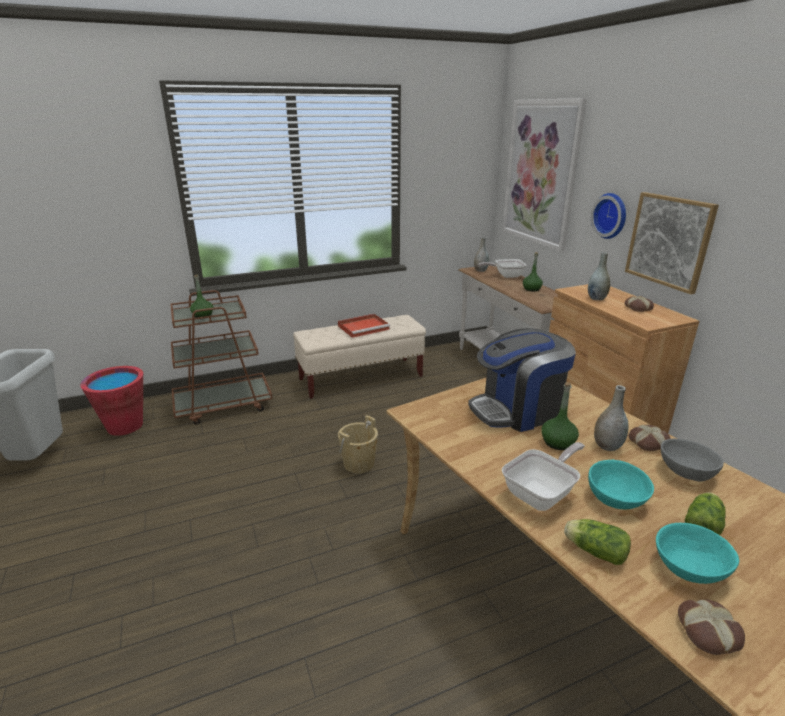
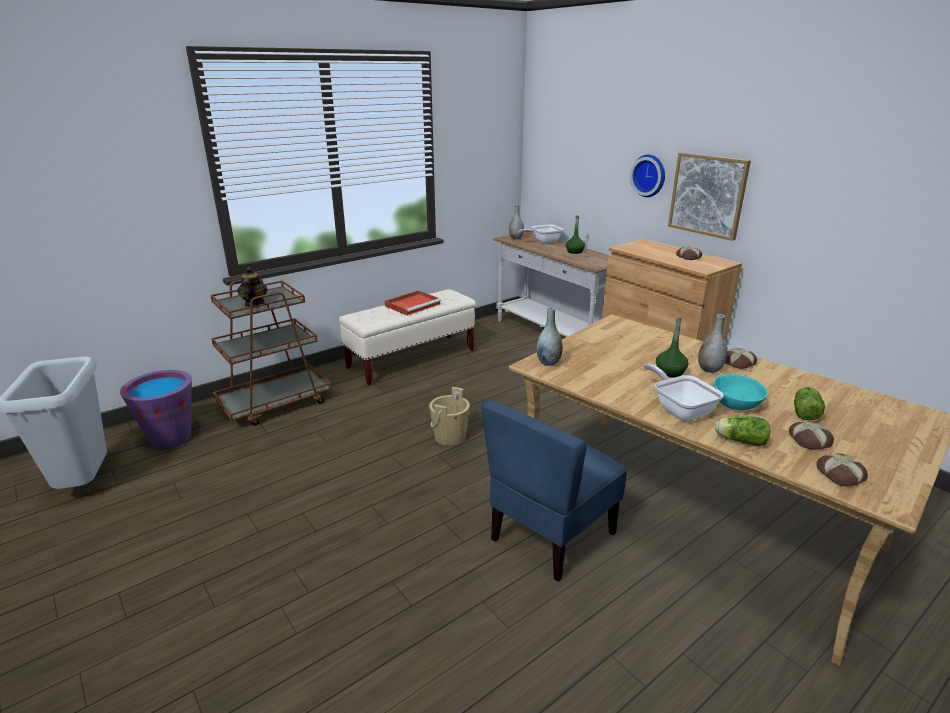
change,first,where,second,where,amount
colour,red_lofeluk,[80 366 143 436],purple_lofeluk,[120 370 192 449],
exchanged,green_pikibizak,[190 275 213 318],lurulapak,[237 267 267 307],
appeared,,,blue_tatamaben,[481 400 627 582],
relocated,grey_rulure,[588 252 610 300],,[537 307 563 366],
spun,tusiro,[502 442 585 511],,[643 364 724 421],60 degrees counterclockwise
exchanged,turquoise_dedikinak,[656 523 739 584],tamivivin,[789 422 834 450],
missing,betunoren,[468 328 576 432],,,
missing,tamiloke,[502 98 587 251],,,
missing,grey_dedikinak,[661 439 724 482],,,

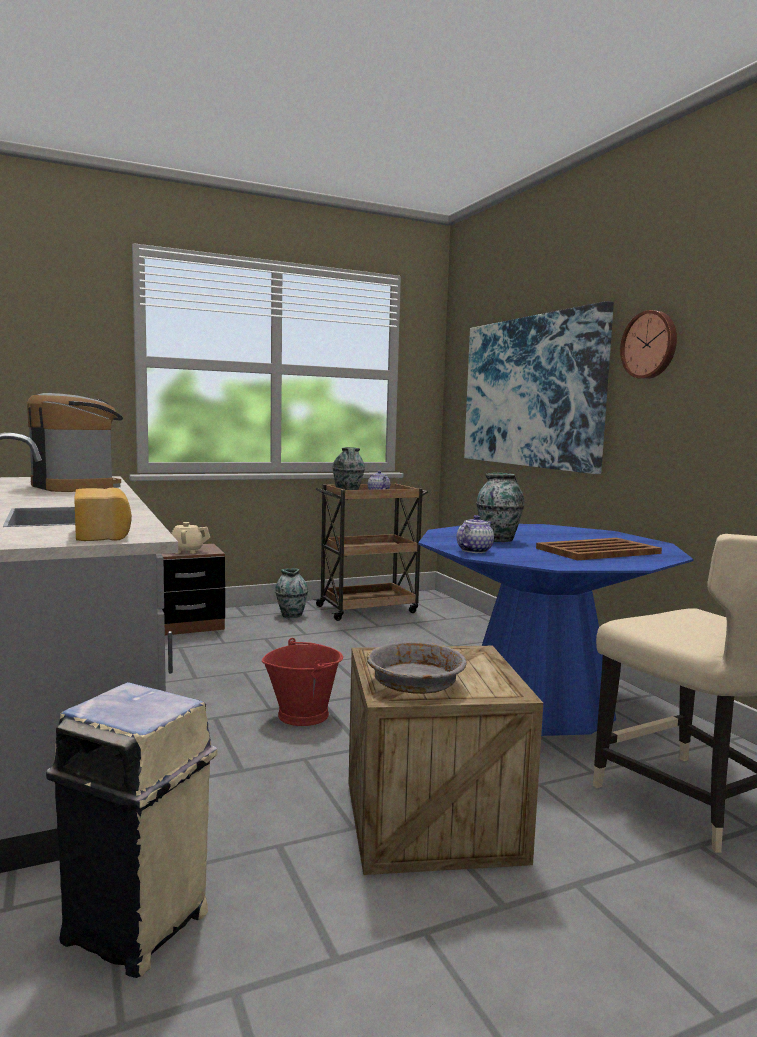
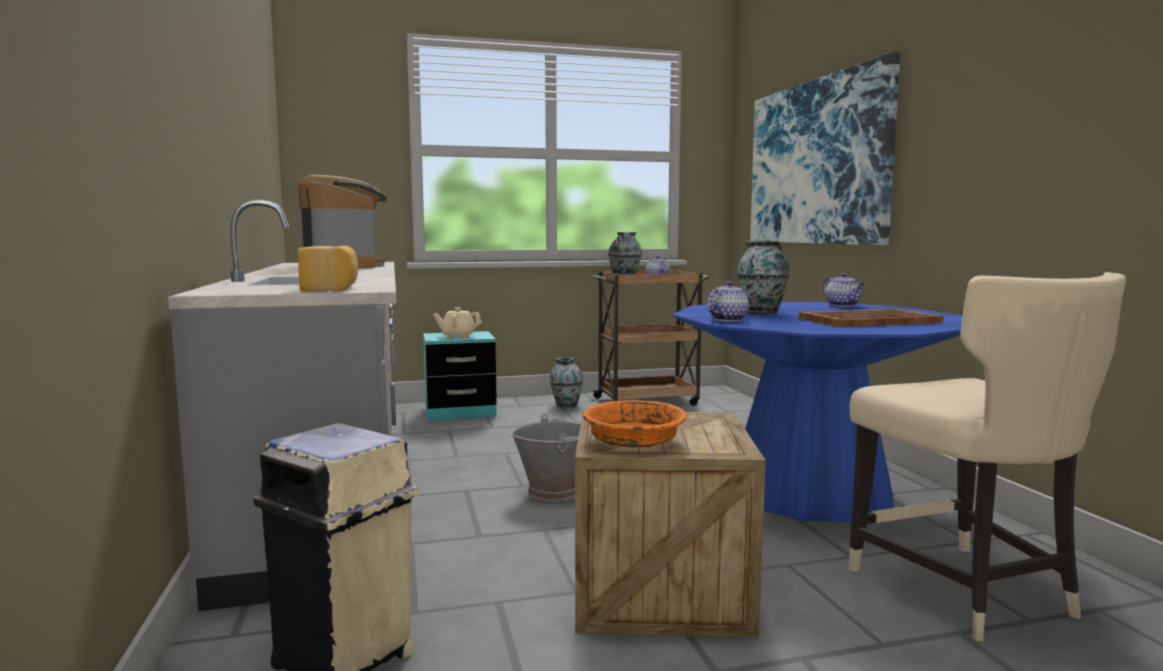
change,first,where,second,where,amount
colour,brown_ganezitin,[161 544 225 635],turquoise_ganezitin,[423 331 497 420],
colour,red_lofeluk,[262 638 343 726],grey_lofeluk,[510 414 581 501],
colour,grey_dedikinak,[367 642 467 694],orange_dedikinak,[583 400 687 447],
appeared,,,lurulapak,[823 273 865 307],
missing,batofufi,[620 310 677 379],,,

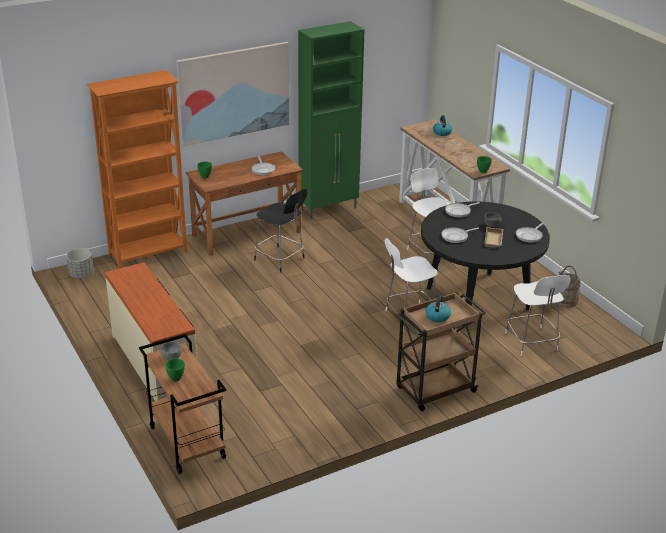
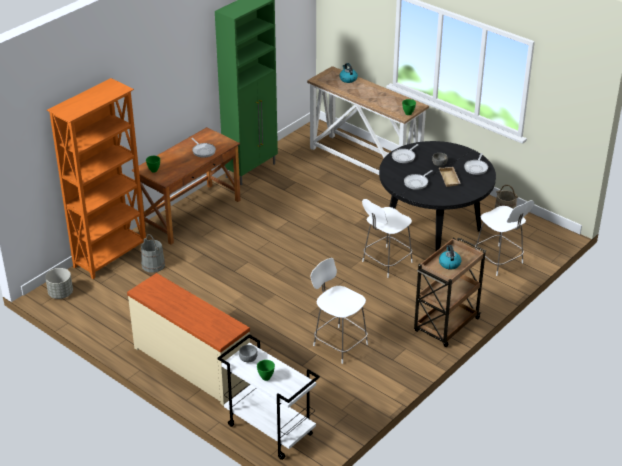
change,first,where,second,where,amount
appeared,,,grey_lofeluk,[141 234 165 273],
colour,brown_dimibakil,[139 334 226 474],white_dimibakil,[217 335 320 460],
relocated,white_tatamaben,[407 168 449 260],,[311 258 368 364],
missing,tamiloke,[176 42 289 146],,,
missing,black_tatamaben,[254 189 307 272],,,

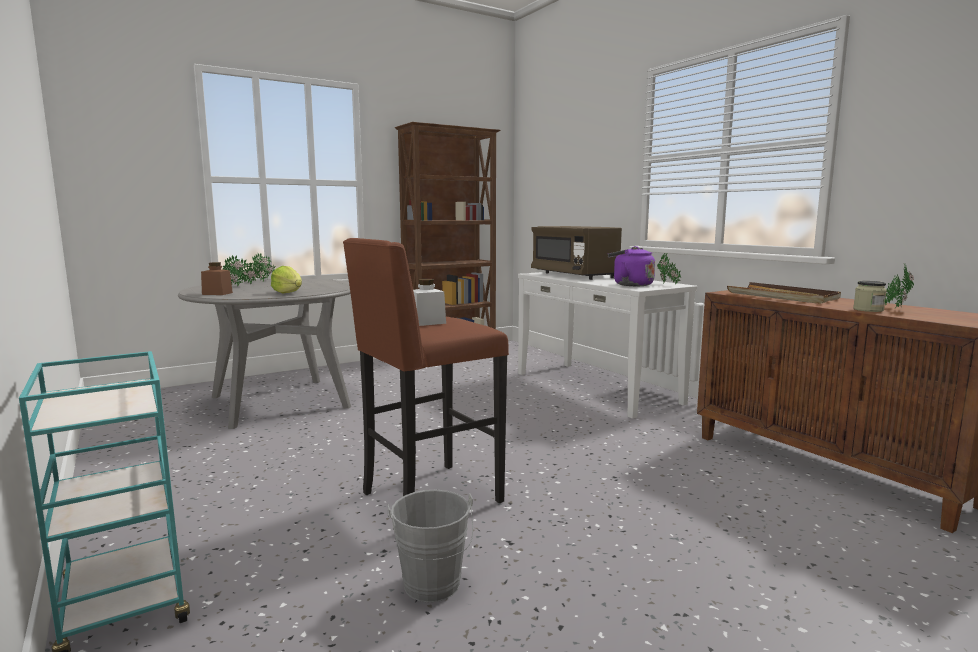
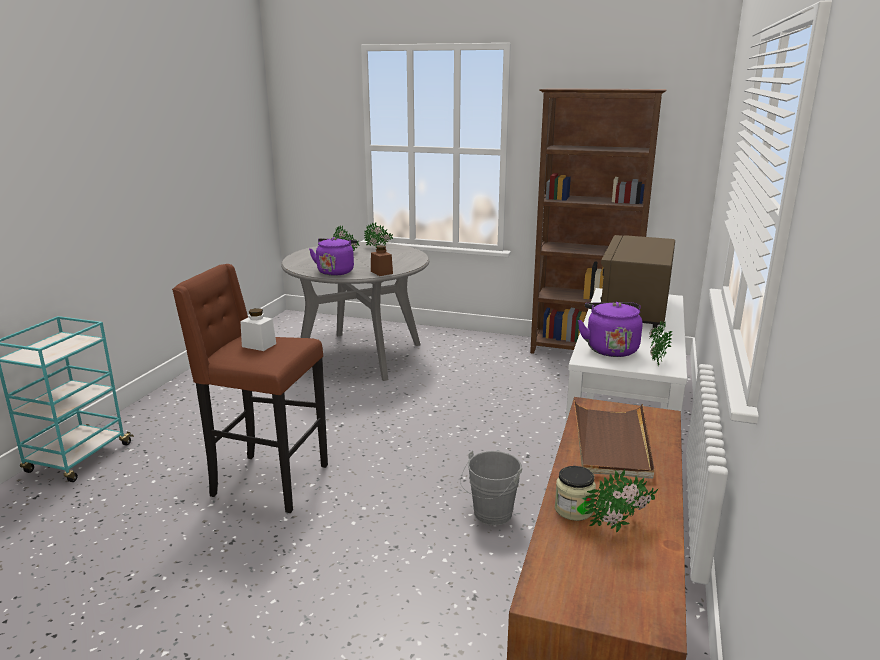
change,first,where,second,where,amount
exchanged,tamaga,[271 266 302 293],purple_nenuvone,[309 237 357 276],
relocated,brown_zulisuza,[201 262 233 295],,[371 245 393 276],
relocated,grey_lofeluk,[387 490 473 602],,[460 450 522 526],

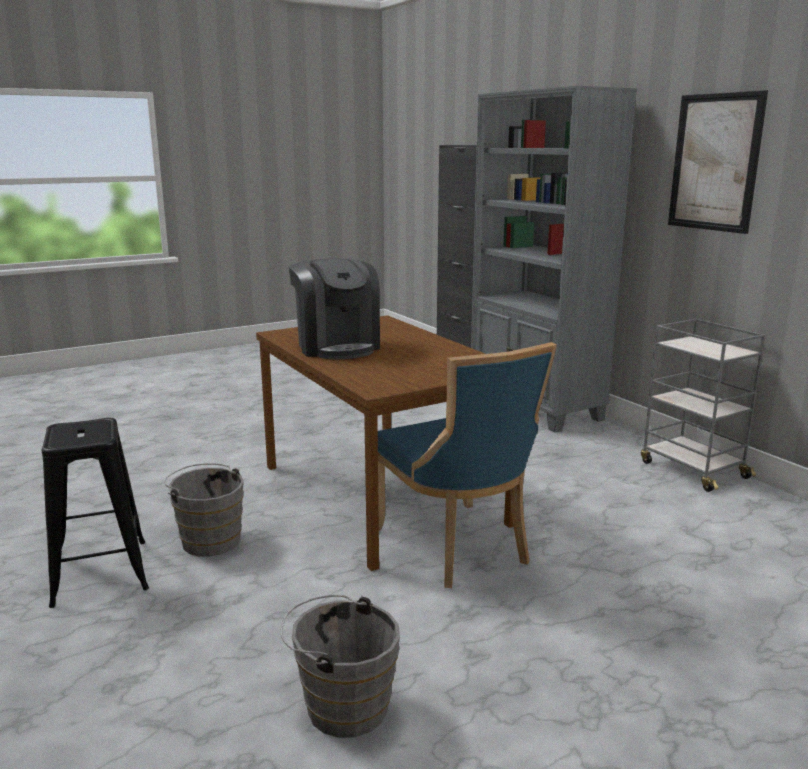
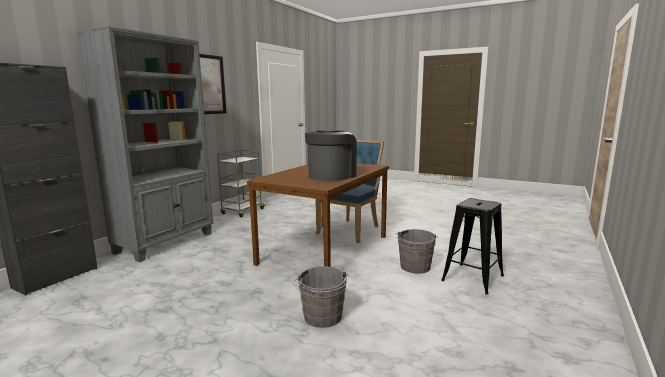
change,first,where,second,where,amount
relocated,grey_lofeluk,[280 595 400 738],,[295 266 349 328],

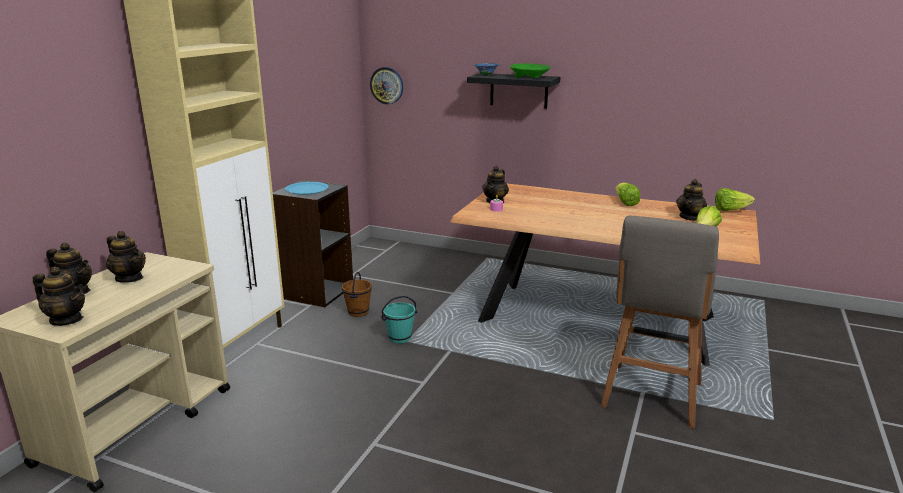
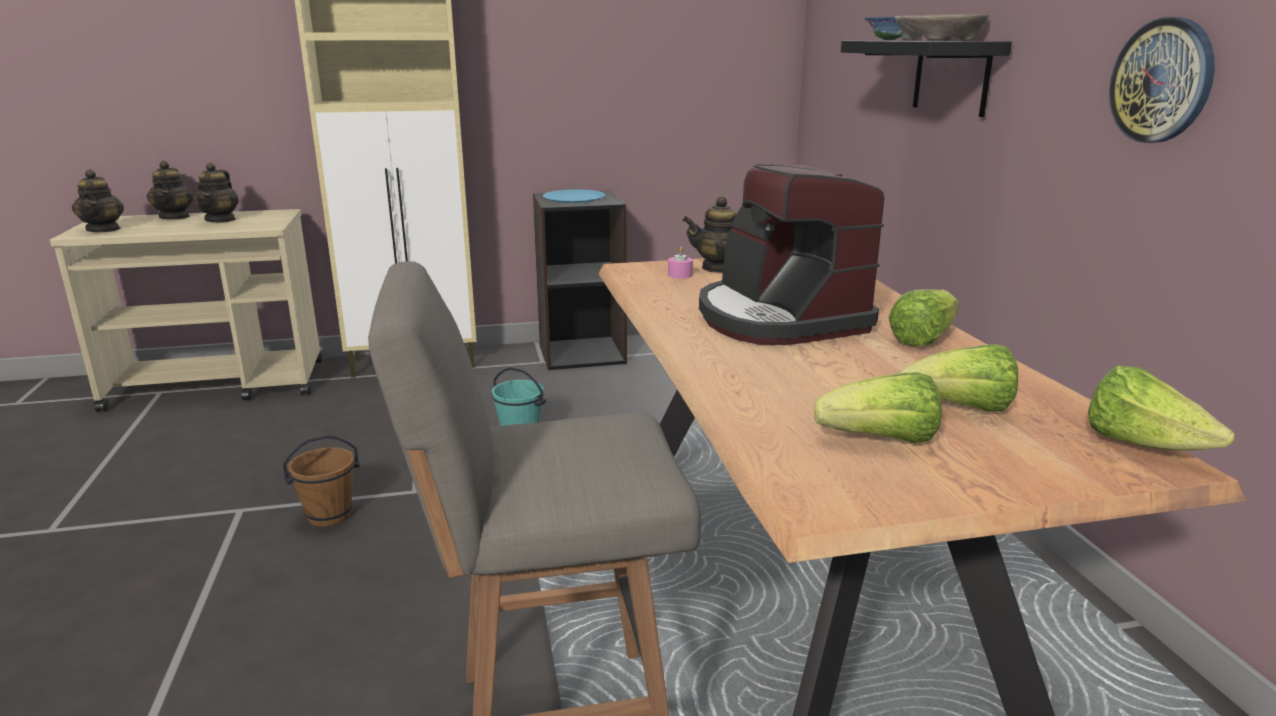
change,first,where,second,where,amount
relocated,brown_lofeluk,[342 272 372 317],,[282 435 360 527],
appeared,,,betunoren,[699 164 884 345],
colour,green_dedikinak,[510 63 550 78],beige_dedikinak,[894 14 989 41],
exchanged,lurulapak,[676 179 707 221],tamaga,[898 344 1018 412],
relocated,batofufi,[370 67 403 104],,[1109 17 1215 143],

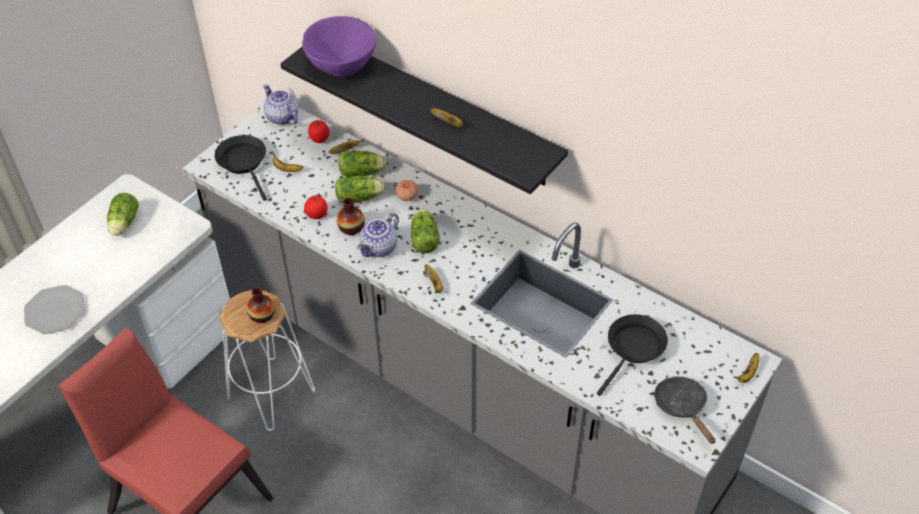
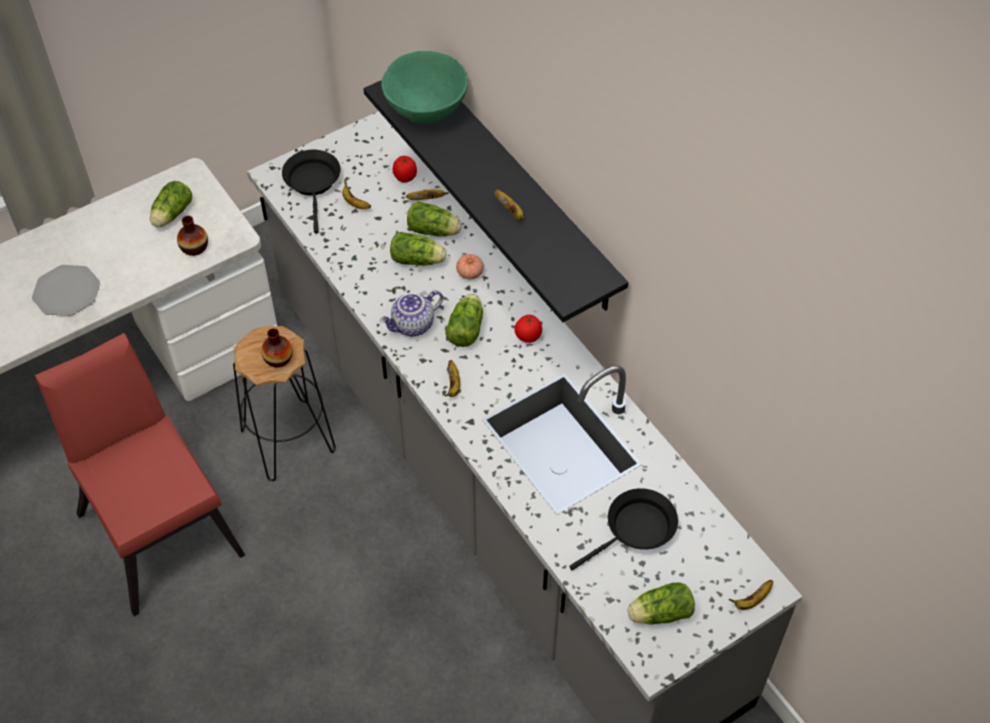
change,first,where,second,where,amount
relocated,rulure,[337 198 365 235],,[177 216 208 256],
colour,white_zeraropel,[219 290 315 431],black_zeraropel,[233 326 336 481],
colour,purple_dedikinak,[302 16 376 77],green_dedikinak,[381 51 468 124],
relocated,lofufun,[304 195 327 219],,[514 315 542 343],
exchanged,black_tusiro,[654 376 715 444],tamaga,[627 582 695 625],
missing,lurulapak,[263 84 298 125],,,

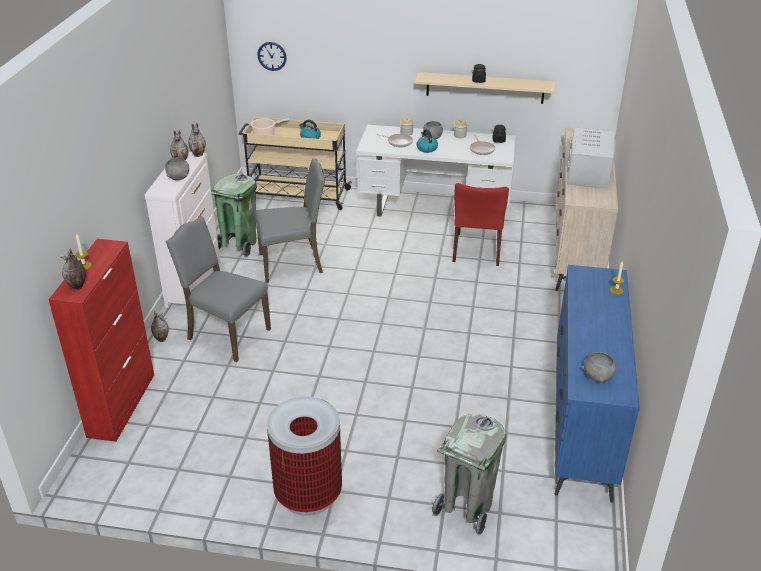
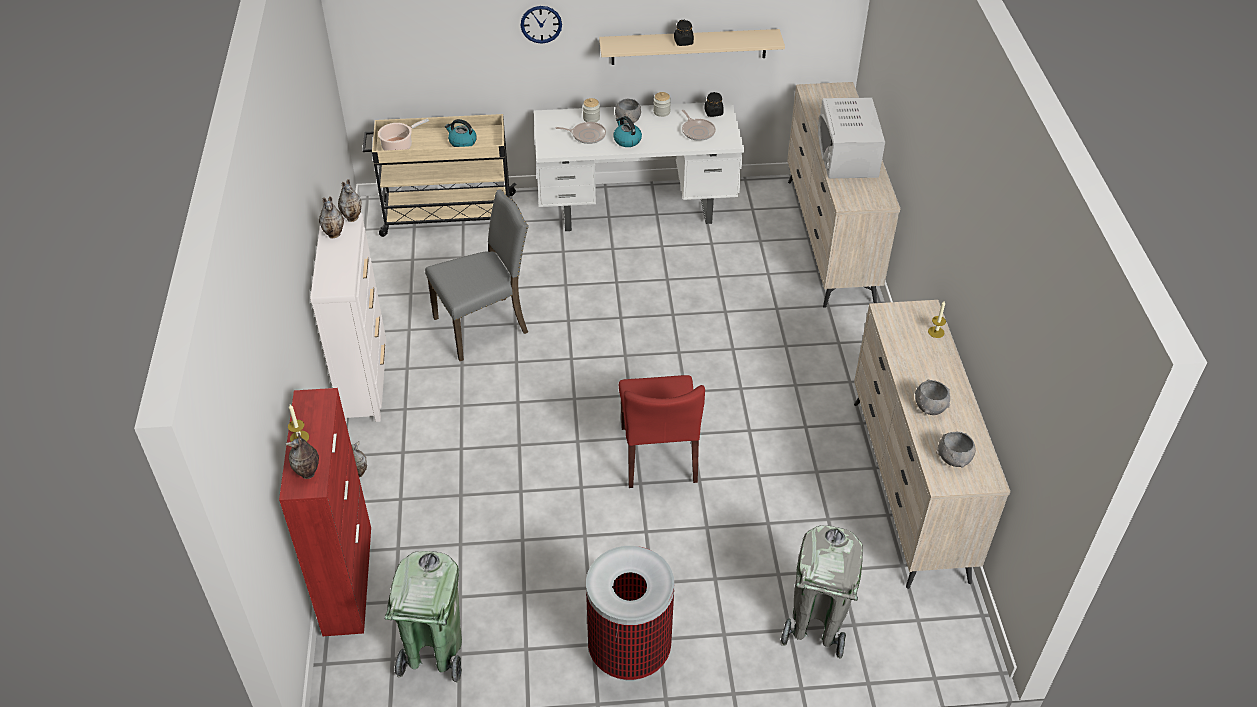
change,first,where,second,where,amount
relocated,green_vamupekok,[211 174 257 257],,[384 551 462 683],
relocated,batofufi,[257 42 287 71],,[521 6 562 43],
relocated,red_tatamaben,[453 183 509 266],,[619 375 705 488],
colour,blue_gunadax,[555 265 640 503],beige_gunadax,[854 300 1010 589],
relocated,grey_dedikinak,[165 157 189 180],,[915 379 950 415],
missing,grey_tatamaben,[166 216 271 362],,,

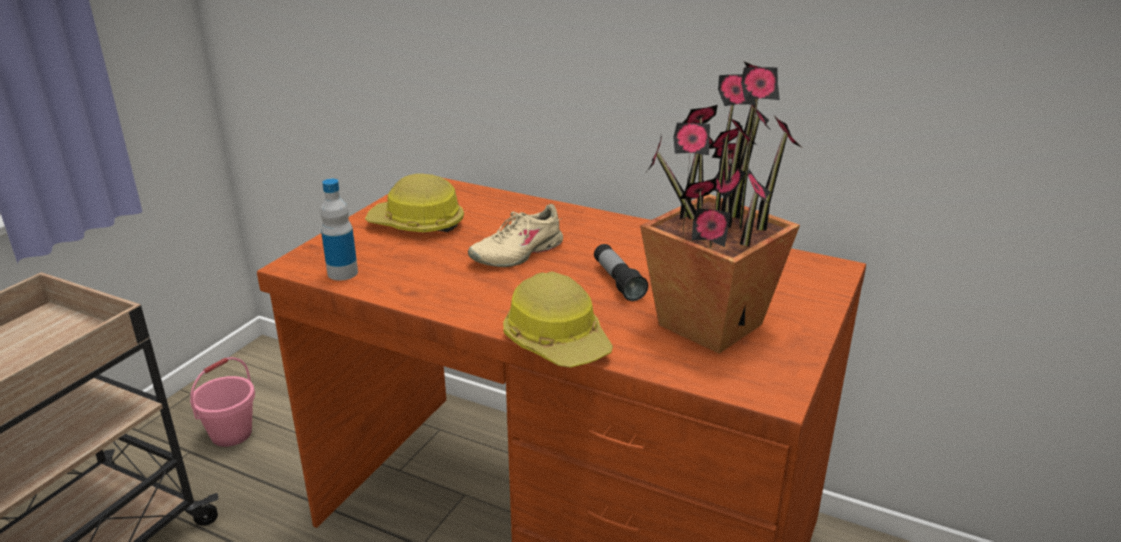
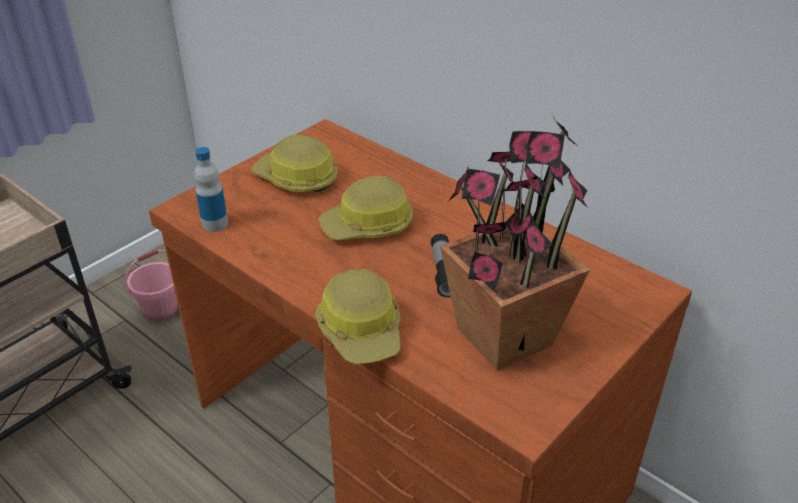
change,first,where,second,where,amount
exchanged,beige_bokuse,[468 204 563 267],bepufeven,[319 176 413 240],

